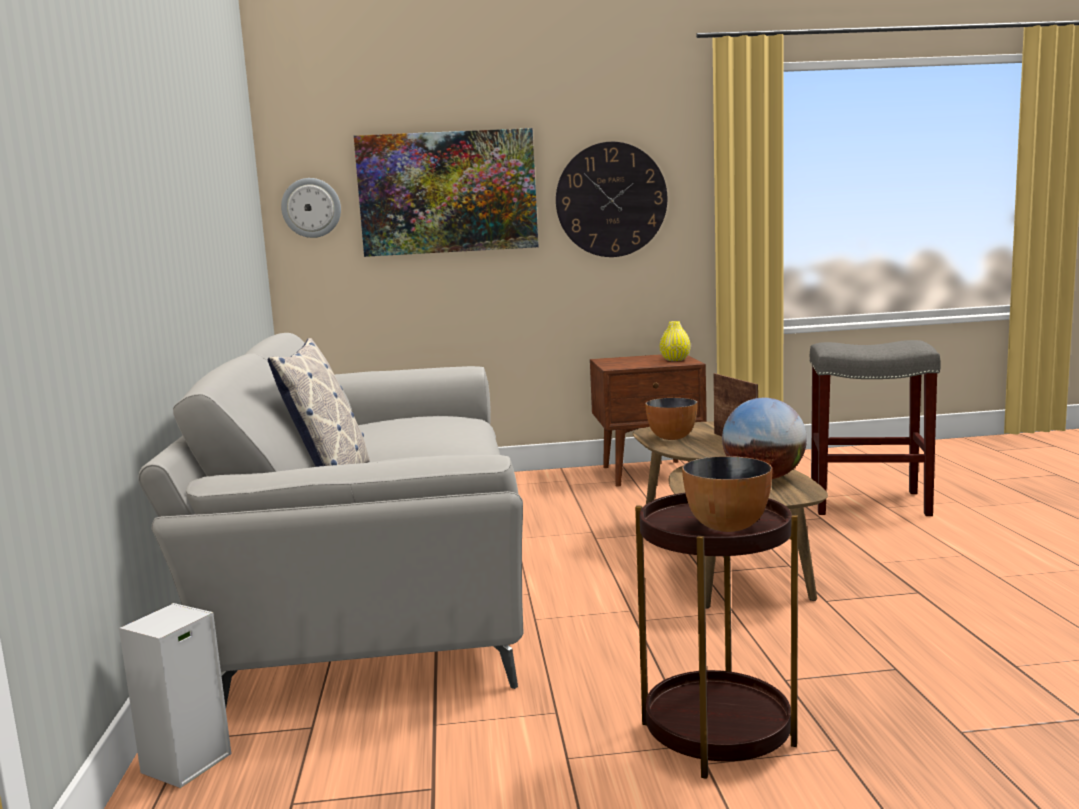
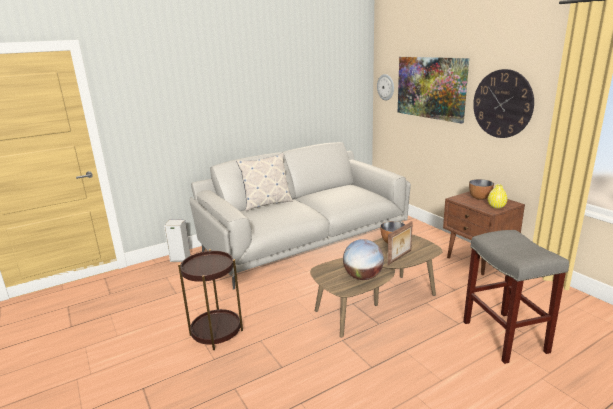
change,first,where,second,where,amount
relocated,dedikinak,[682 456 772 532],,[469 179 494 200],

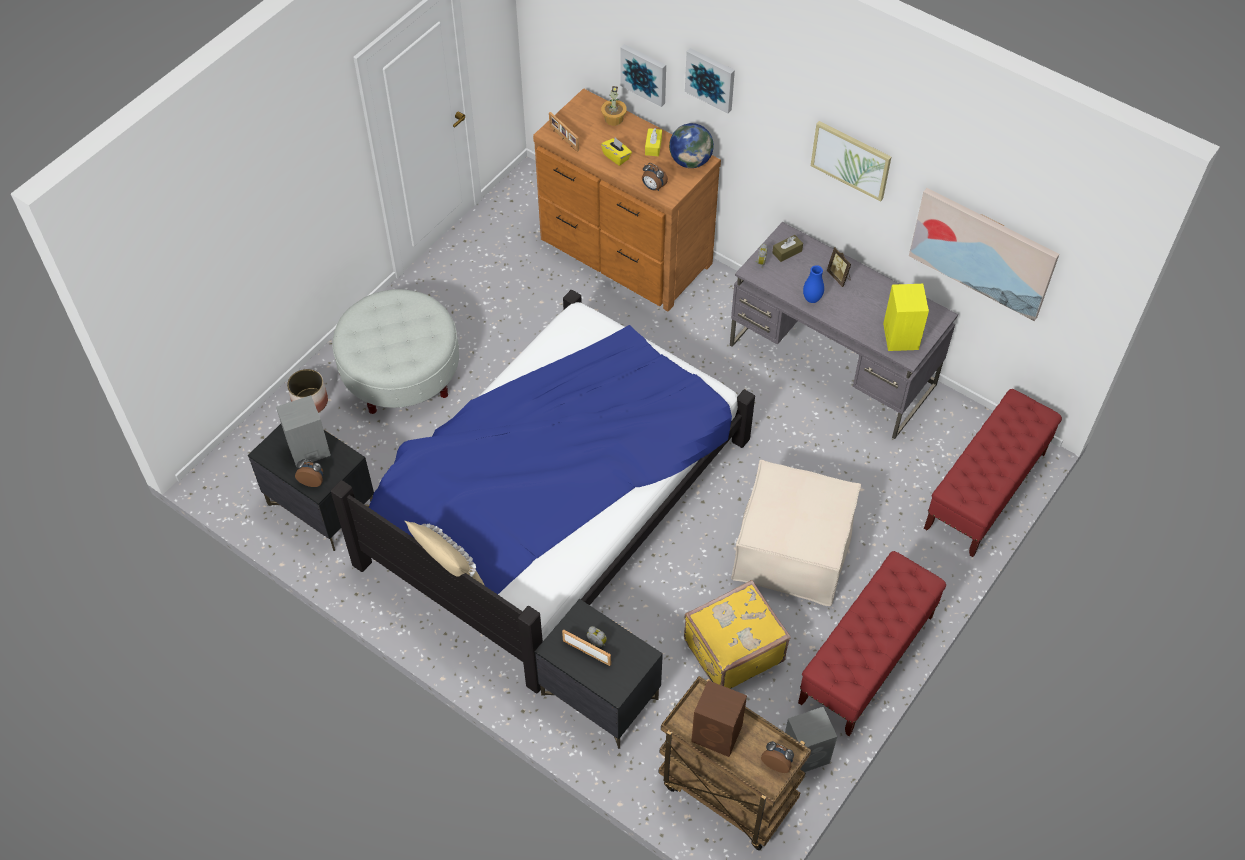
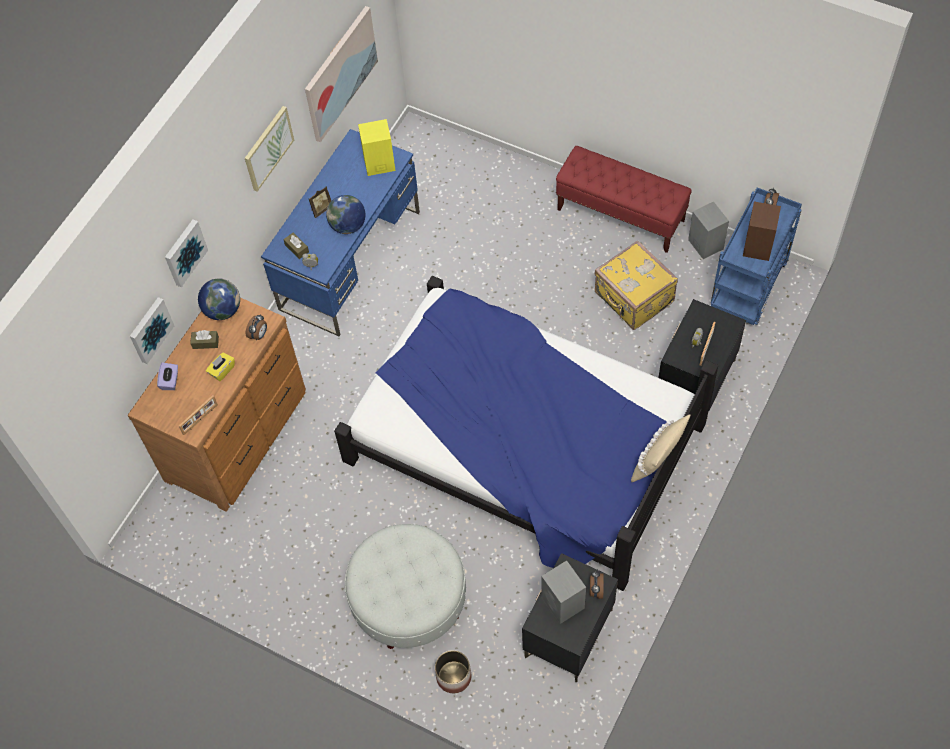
change,first,where,second,where,amount
exchanged,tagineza,[601 86 627 126],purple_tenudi,[157 362 178 390],
colour,yellow_tenudi,[645 128 662 156],brown_tenudi,[190 330 219 349],
colour,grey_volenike,[730 222 958 439],blue_volenike,[261 129 420 336],
exchanged,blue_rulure,[803 265 824 303],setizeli,[326 195 365 234],
colour,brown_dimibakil,[659 676 811 851],blue_dimibakil,[711 187 802 325],
missing,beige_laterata,[731 460 861 606],,,
missing,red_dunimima,[924 389 1062 557],,,

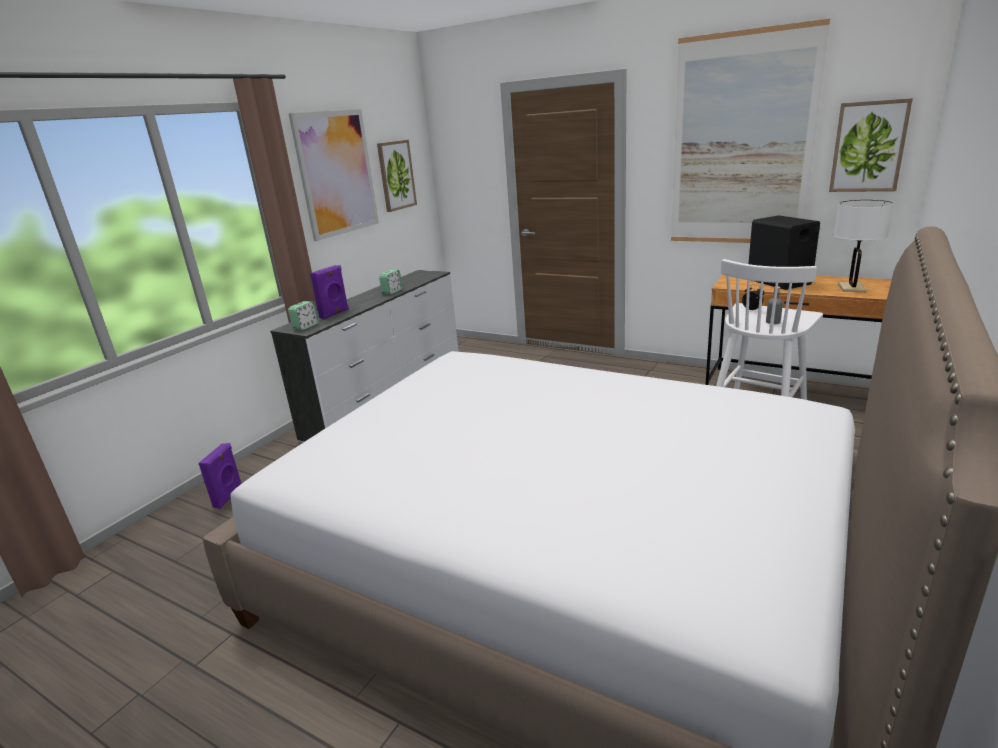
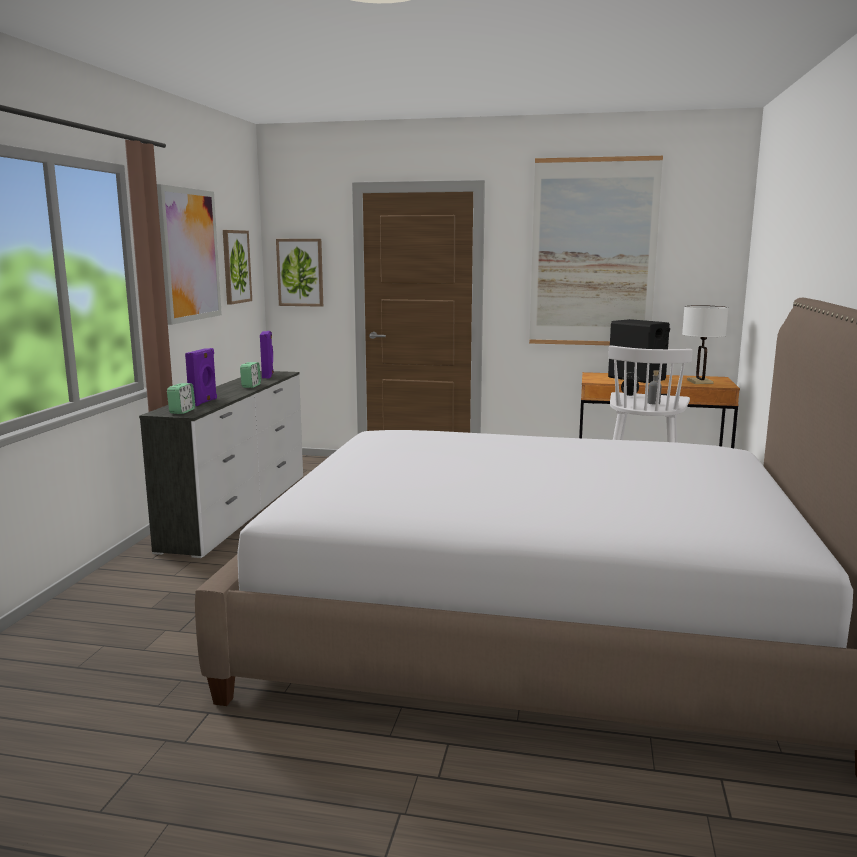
change,first,where,second,where,amount
relocated,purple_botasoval,[199 443 242 509],,[260 331 274 379],
relocated,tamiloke,[829 98 913 192],,[276 239 323 307],

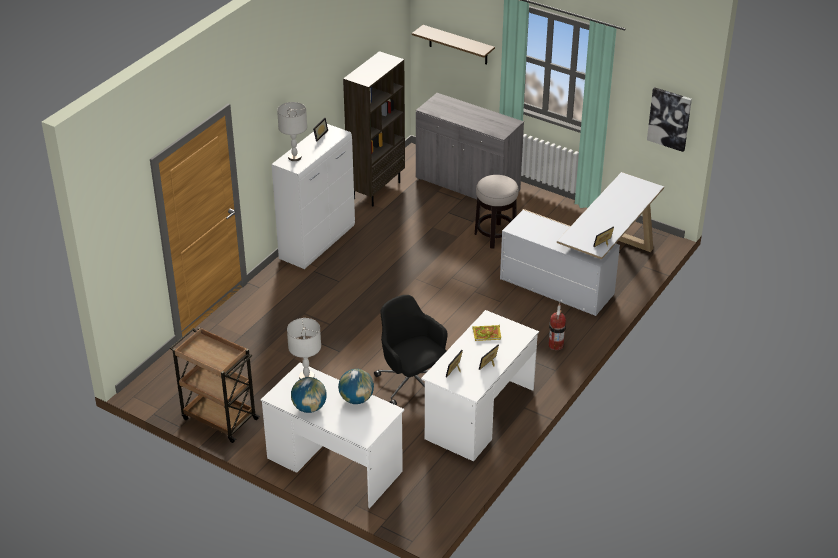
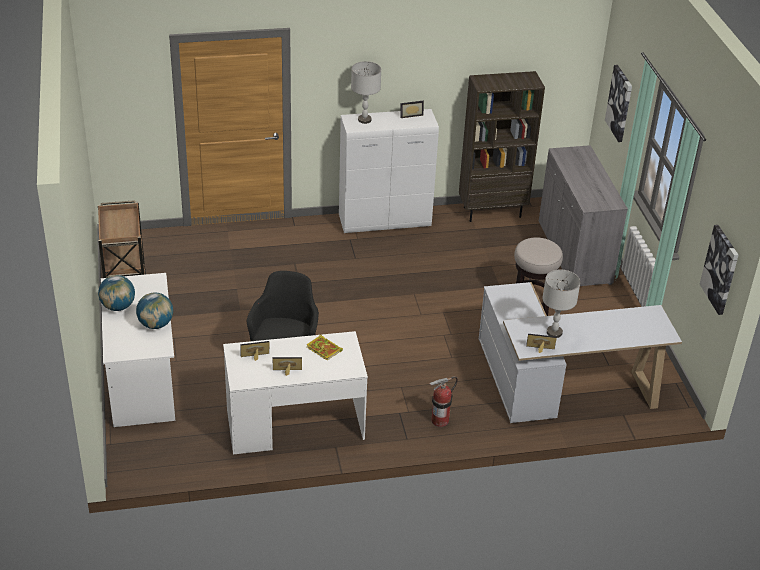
change,first,where,second,where,amount
relocated,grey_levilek,[287 318 321 379],,[542 270 580 338],
exchanged,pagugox,[412 25 495 65],tamiloke,[605 65 632 142],

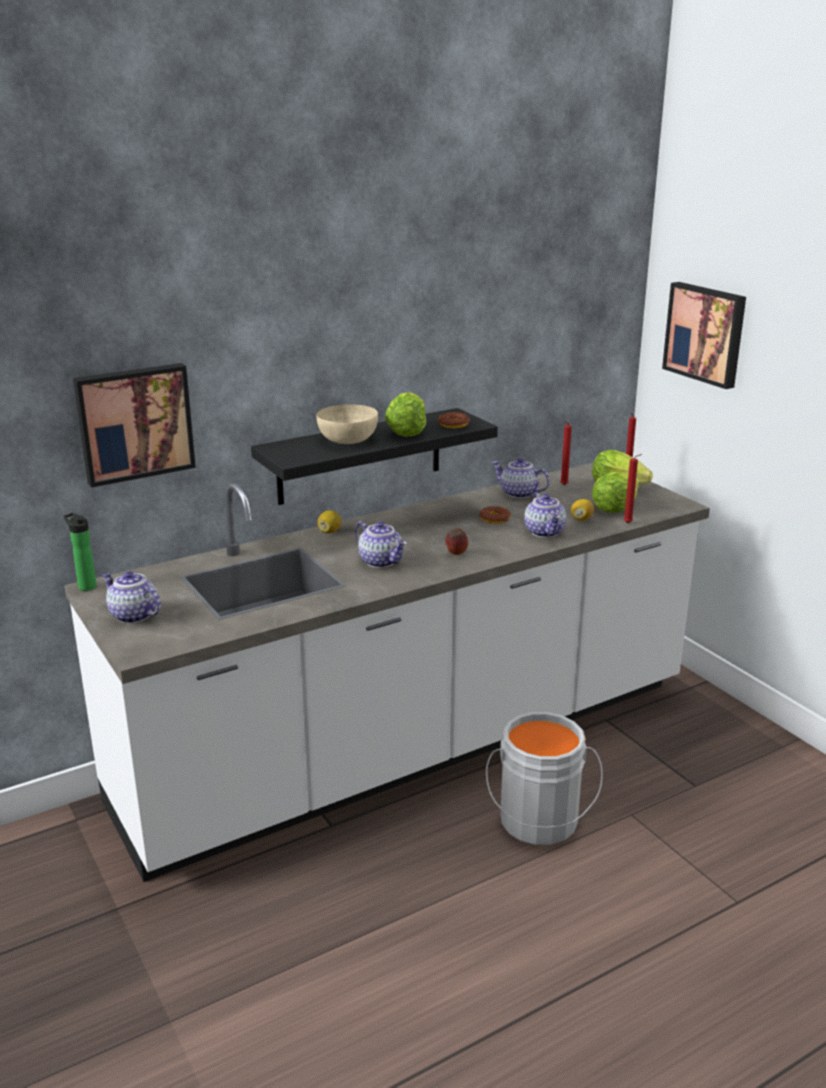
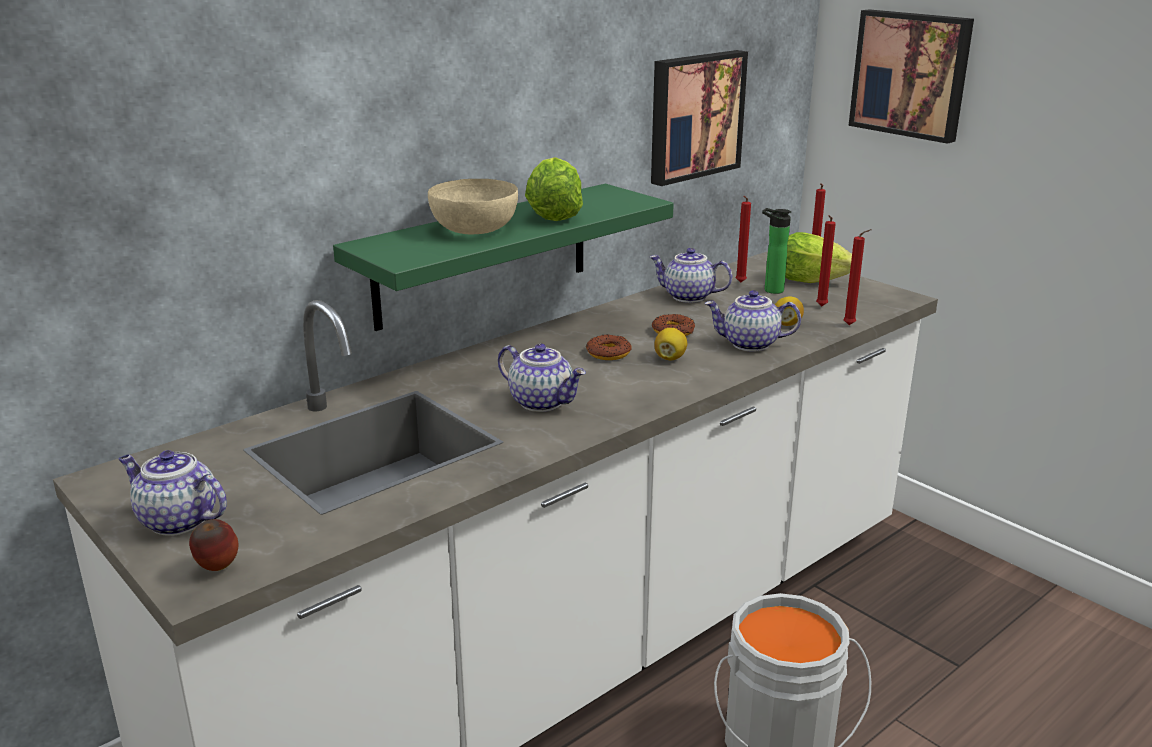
change,first,where,second,where,amount
relocated,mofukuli,[445 528 468 555],,[189 519 238 571],
colour,black_pagugox,[251 408 498 505],green_pagugox,[333 184 674 331],
relocated,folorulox,[438 412 470 428],,[586 334 632 360],
relocated,tamiloke,[73 363 196 488],,[651 50 748 186],
relocated,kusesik,[317 510 341 533],,[654 328 687 360],
spun,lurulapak,[524 492 566 538],,[704 290 801 352],120 degrees clockwise
relocated,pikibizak,[63 513 97 591],,[762 208 791 294],
exchanged,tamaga,[592 472 640 513],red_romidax,[816 215 836 306],

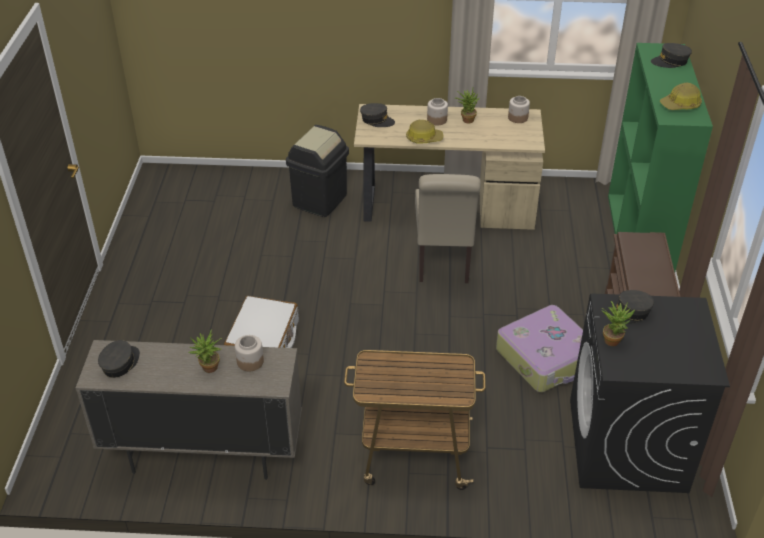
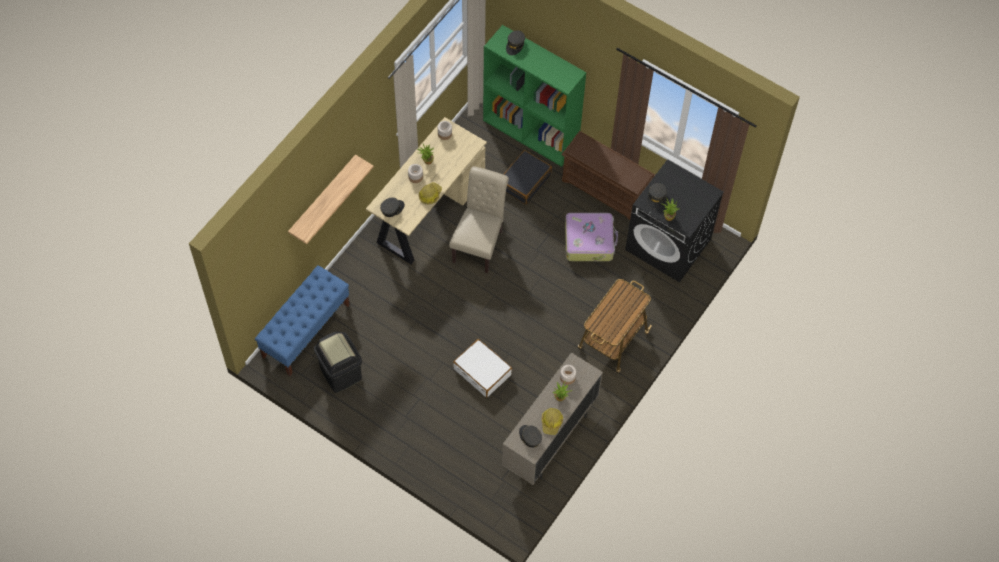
change,first,where,second,where,amount
appeared,,,blue_dunimima,[255 265 350 376],
appeared,,,pagugox,[288 155 374 244],
relocated,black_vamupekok,[286 125 349 217],,[314 332 362 393],
spun,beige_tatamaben,[415 174 481 283],,[449 166 509 273],105 degrees counterclockwise
appeared,,,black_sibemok,[503 150 552 204],
relocated,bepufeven,[660 83 702 110],,[542 408 563 435],

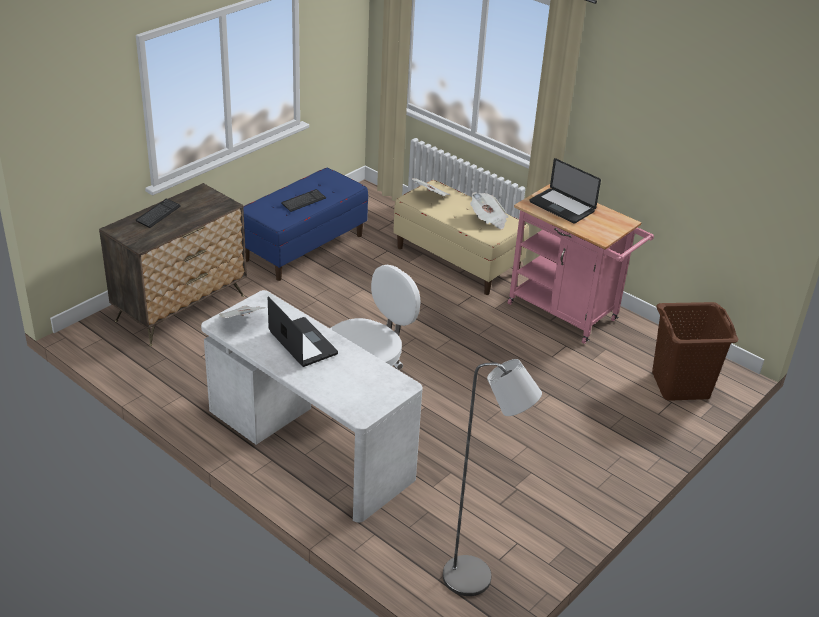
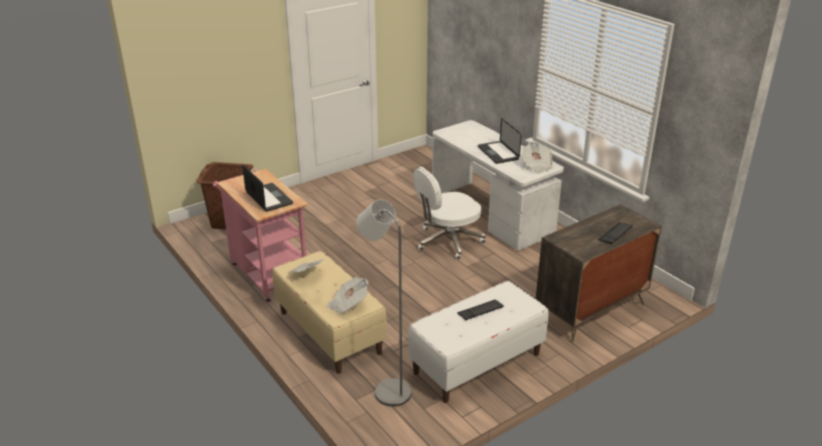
change,first,where,second,where,amount
relocated,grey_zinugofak,[443 359 542 596],,[356 200 412 407],
colour,blue_dunimima,[243 168 368 281],white_dunimima,[408 281 549 403],

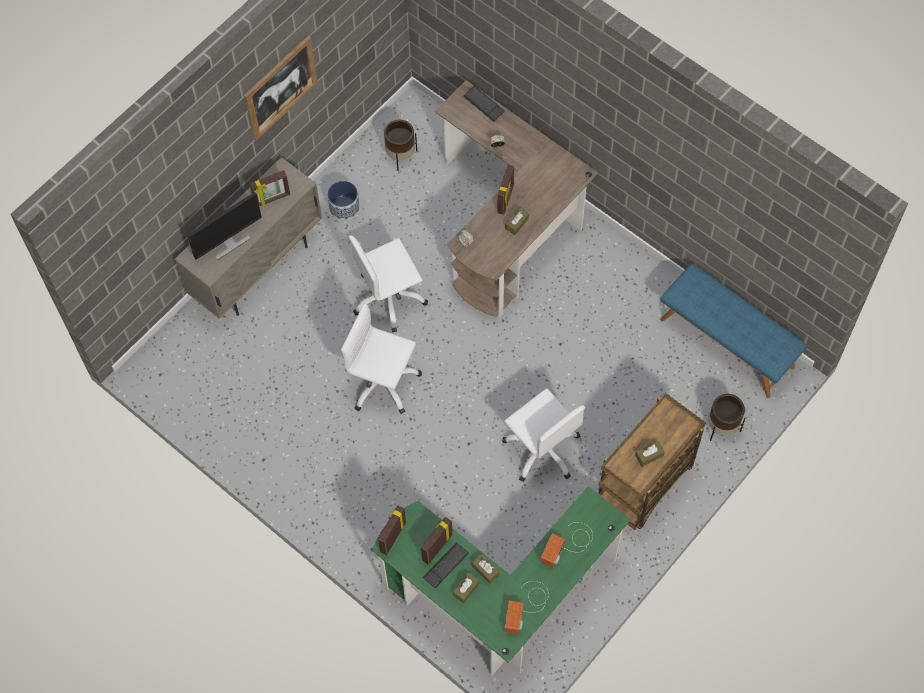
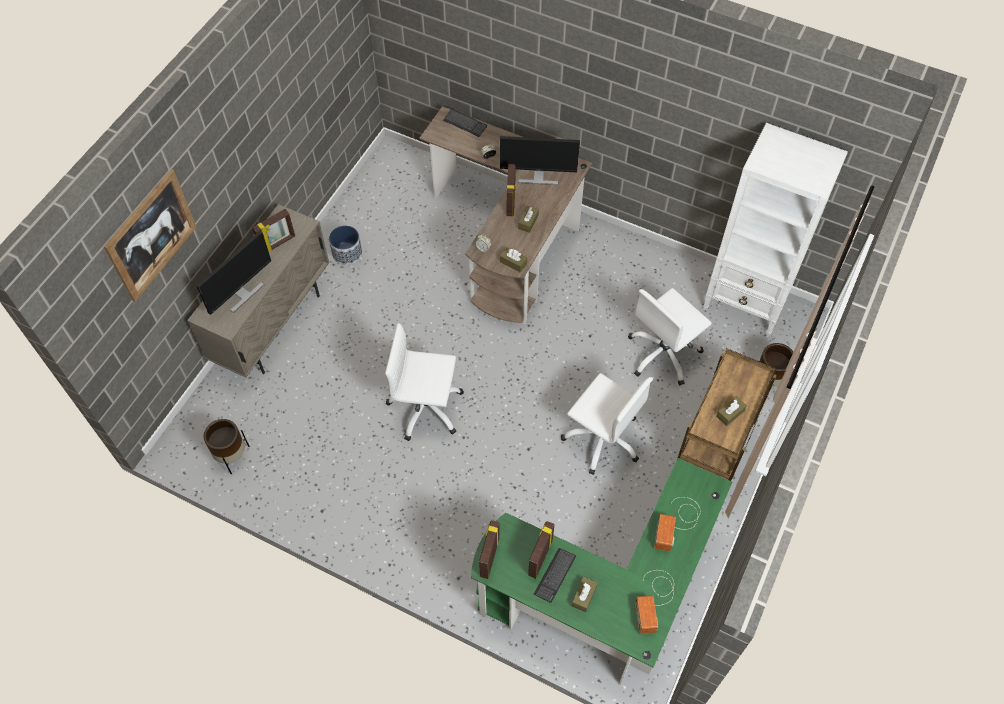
change,first,where,second,where,amount
relocated,tamiloke,[244 36 318 141],,[104 169 196 302],
relocated,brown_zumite,[384 120 417 171],,[204 419 250 474],
appeared,,,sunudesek,[500 136 580 185],
relocated,brown_tenudi,[472 554 500 584],,[500 247 527 272],
relocated,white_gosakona,[349 235 428 332],,[628 288 712 385],
exchanged,blue_dunimima,[660 264 807 398],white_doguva,[703 123 848 335],

